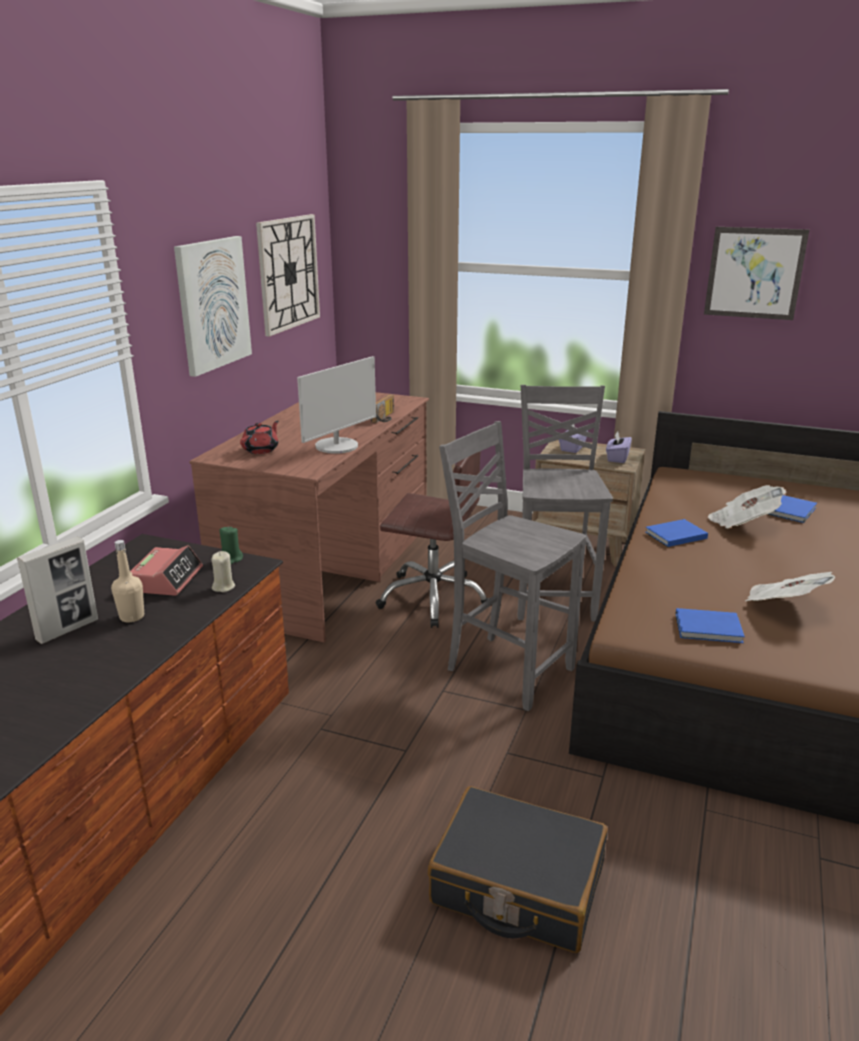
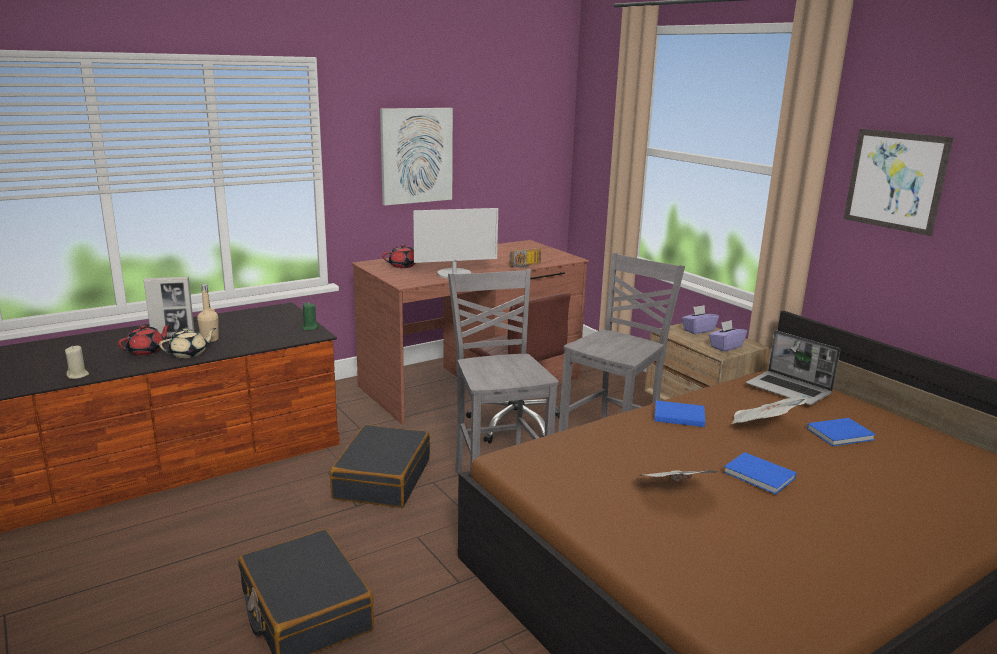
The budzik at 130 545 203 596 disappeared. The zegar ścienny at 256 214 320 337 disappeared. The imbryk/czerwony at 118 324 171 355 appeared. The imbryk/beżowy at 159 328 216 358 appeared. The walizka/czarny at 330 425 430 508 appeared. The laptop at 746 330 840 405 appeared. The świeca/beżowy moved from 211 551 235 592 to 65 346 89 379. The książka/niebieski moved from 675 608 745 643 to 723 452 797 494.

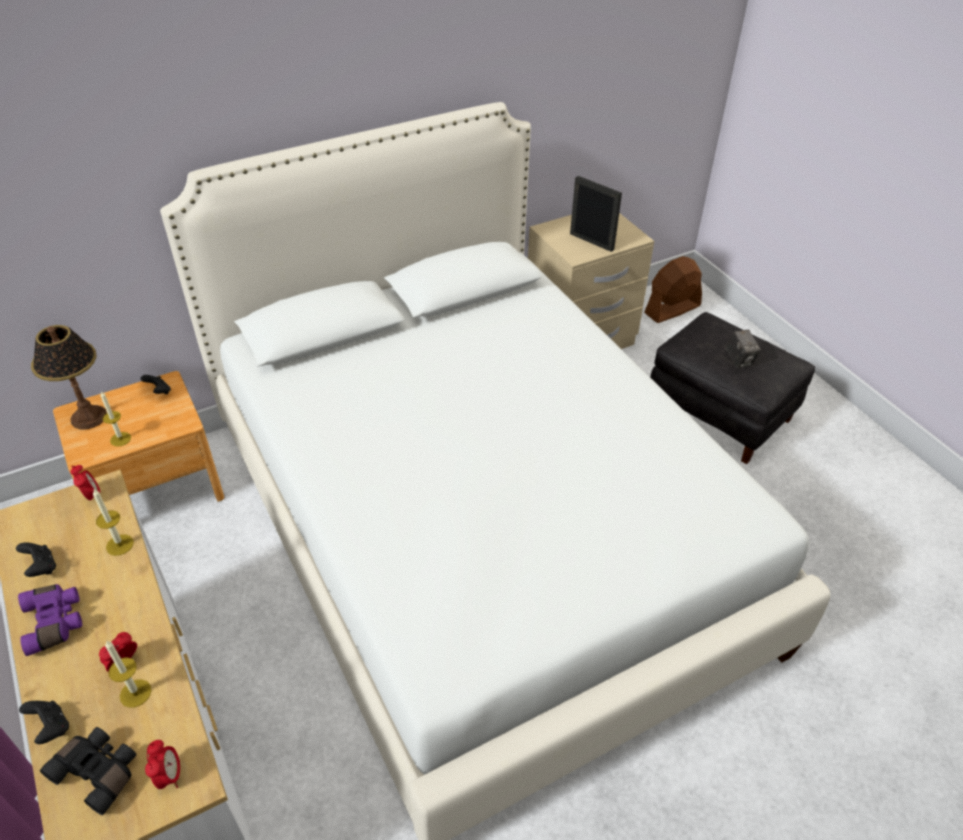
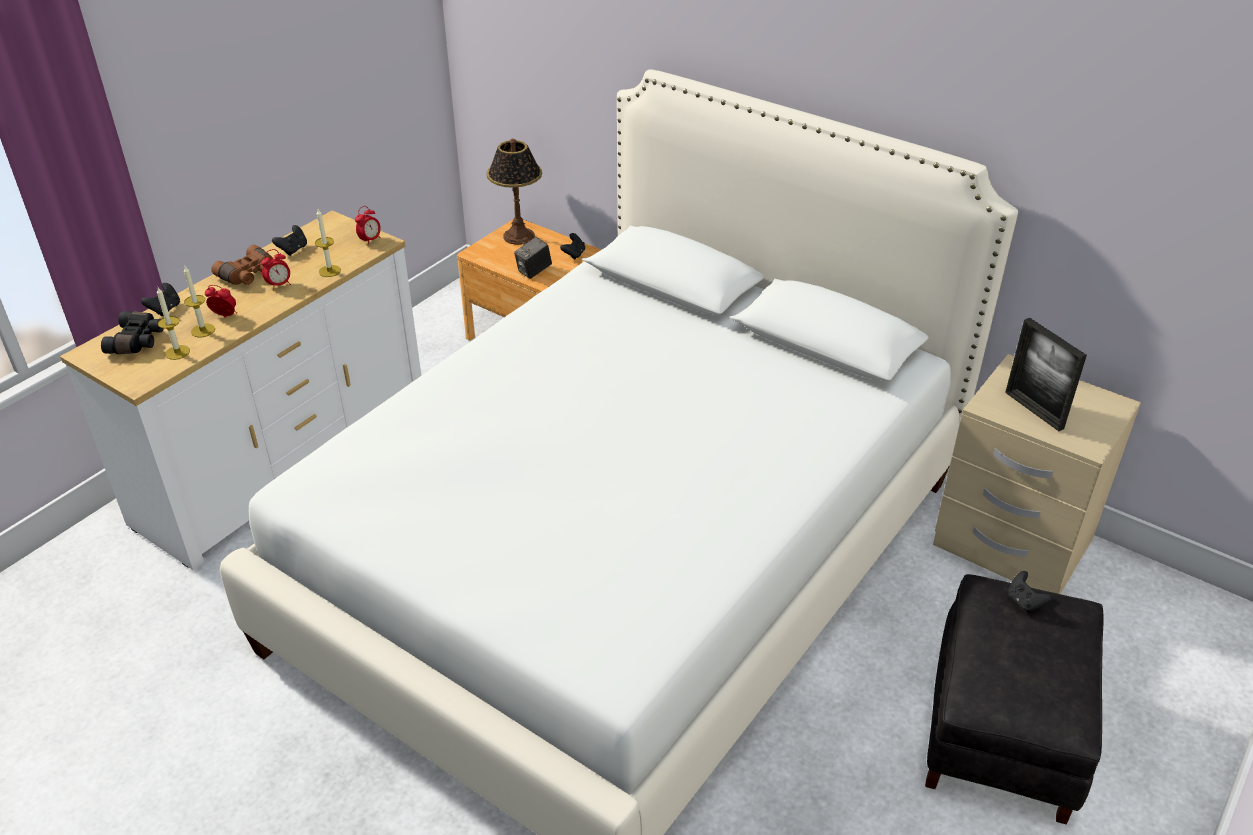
The wentylator/brązowy at 644 256 702 323 disappeared. The pad do gier/czarny at 1008 571 1052 613 appeared. The świeca moved from 100 392 131 447 to 157 287 190 360. The budzik moved from 145 740 180 789 to 261 249 291 291. The aparat fotograficzny moved from 725 330 761 368 to 514 237 552 279. The lornetka/fioletowy at 18 584 82 656 became the lornetka/brązowy at 211 245 272 285. The ramka na zdjęcie at 570 176 622 252 turned 135 degrees clockwise.

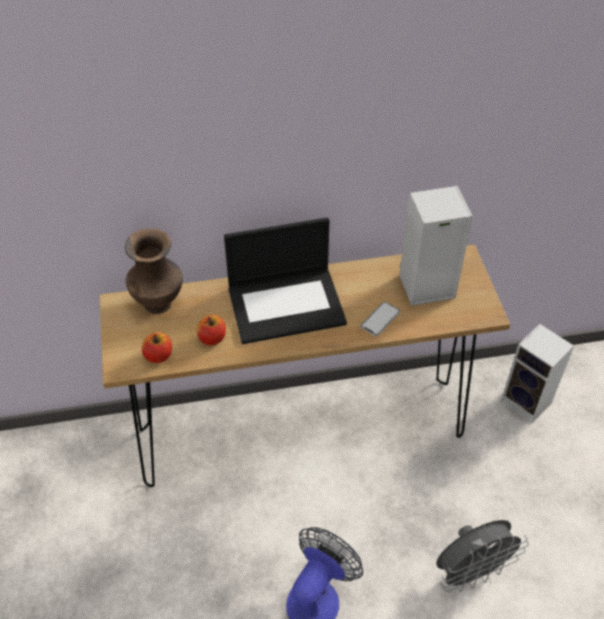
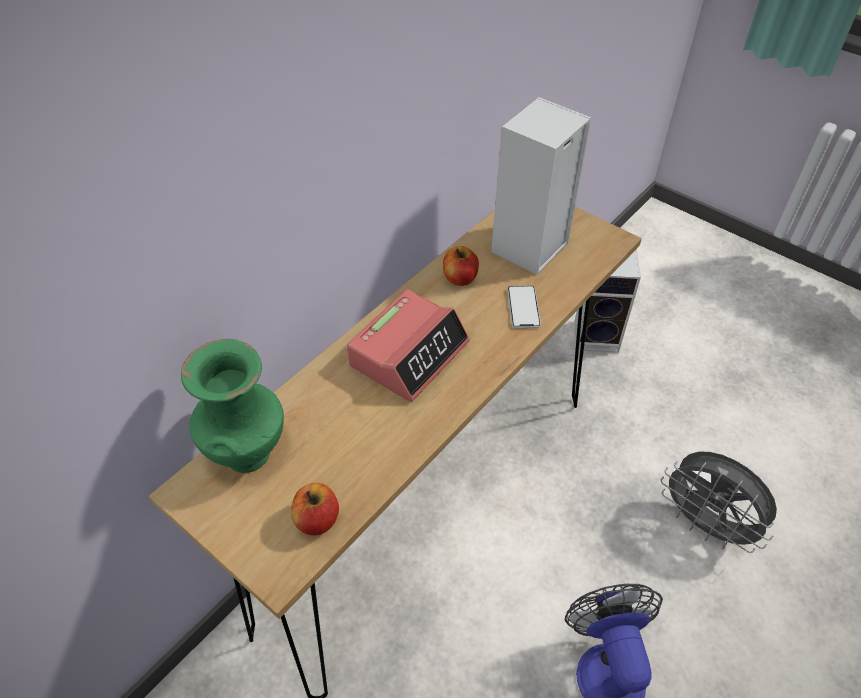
The jabłko moved from 197 315 226 346 to 443 246 479 286. The laptop at 224 217 347 344 was replaced by the budzik at 347 289 470 402. The wazon/brązowy at 125 228 183 314 became the wazon/zielony at 181 339 284 473. The wentylator/szary at 436 520 529 592 turned 105 degrees clockwise.

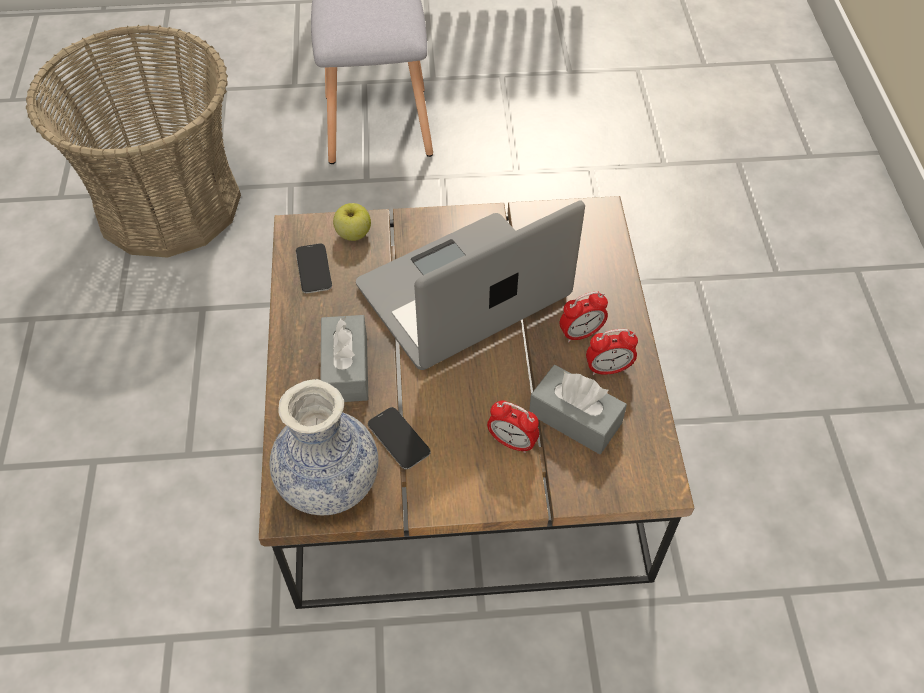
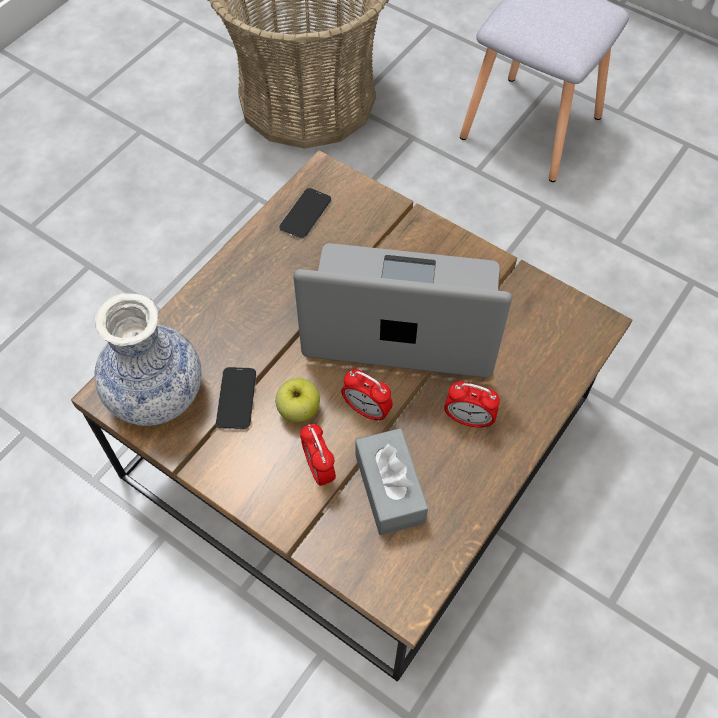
The pudełko chusteczek/szary at 321 315 368 402 disappeared. The jabłko moved from 333 203 371 241 to 275 378 320 422. The budzik moved from 586 329 638 375 to 341 369 393 422.

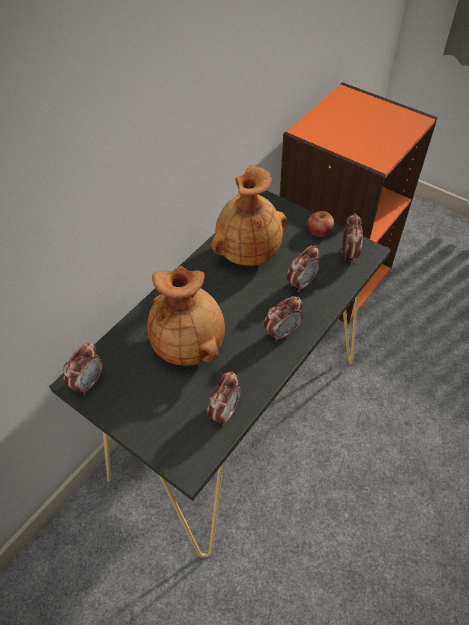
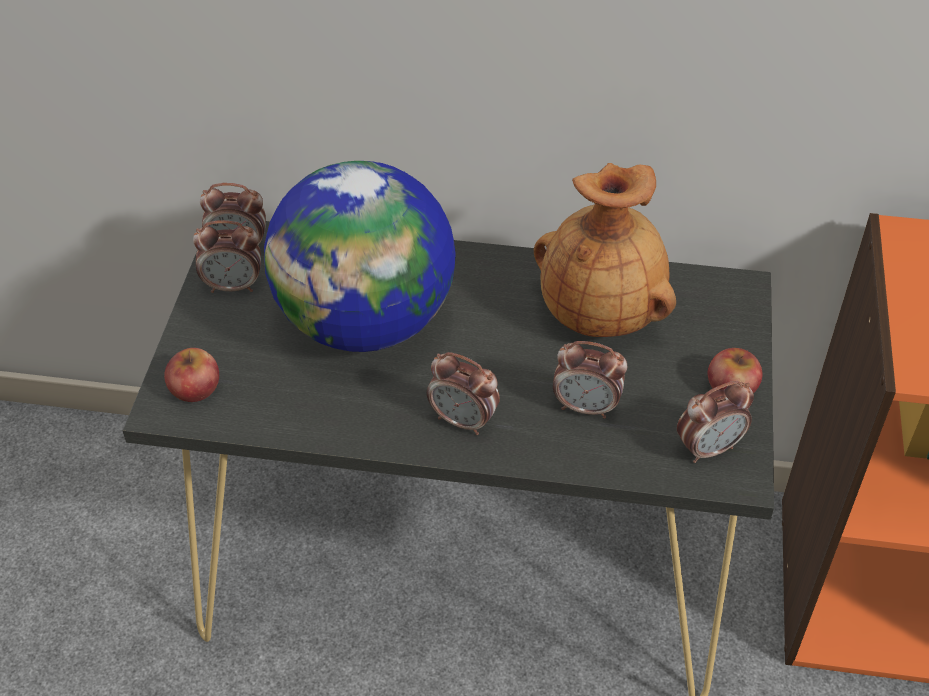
The jabłko at 164 348 219 402 appeared. The budzik moved from 207 371 241 425 to 193 220 261 293. The wazon/brązowy at 147 266 225 366 was replaced by the globus at 264 161 456 352.

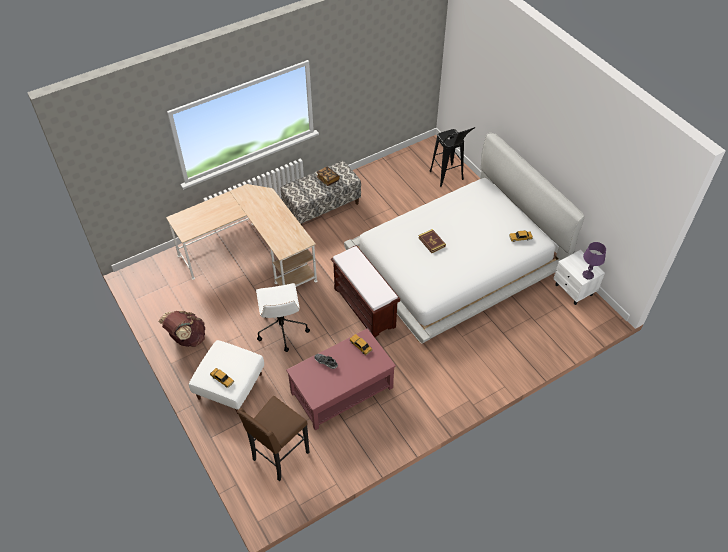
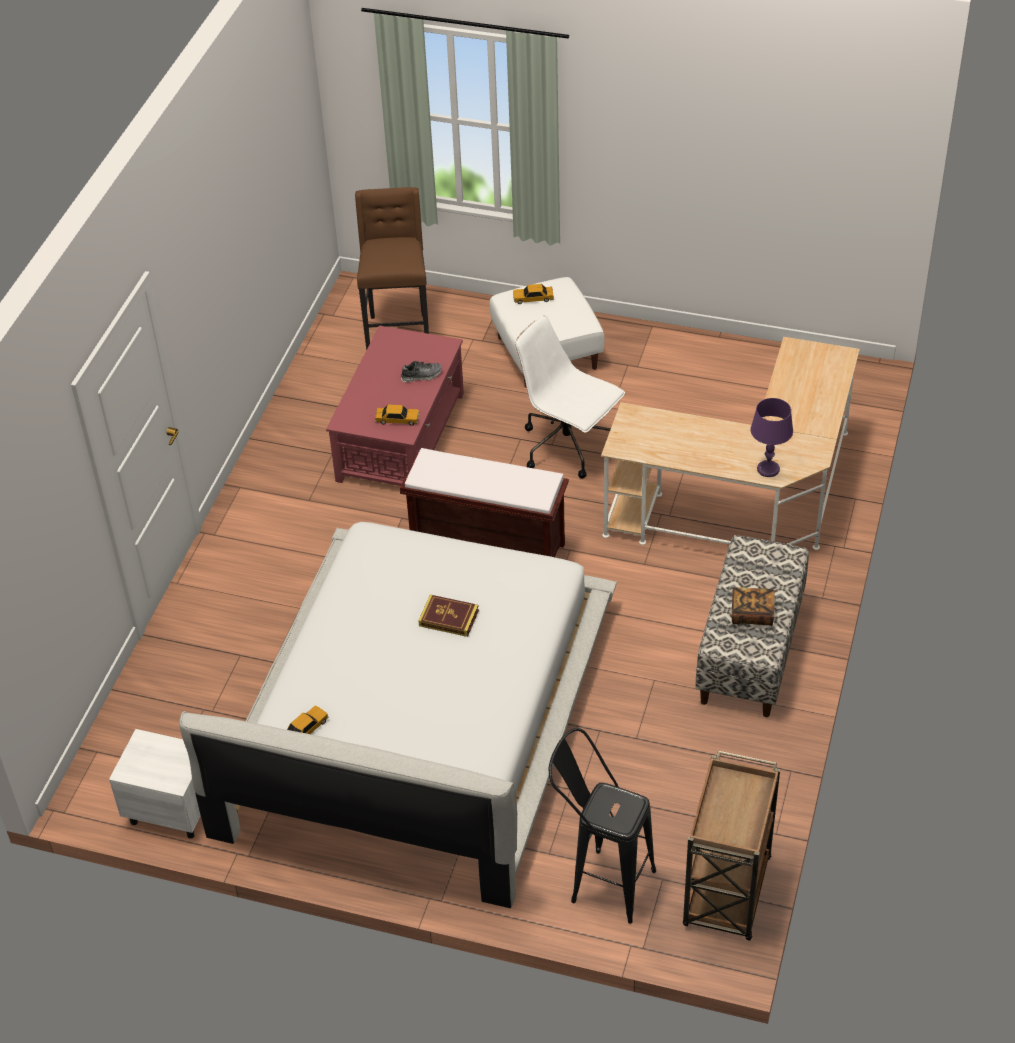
The plecak/brązowy at 158 311 205 347 disappeared. The wózek/brązowy at 683 750 780 941 appeared. The lampa stołowa/fioletowy moved from 583 242 606 279 to 750 398 793 477.

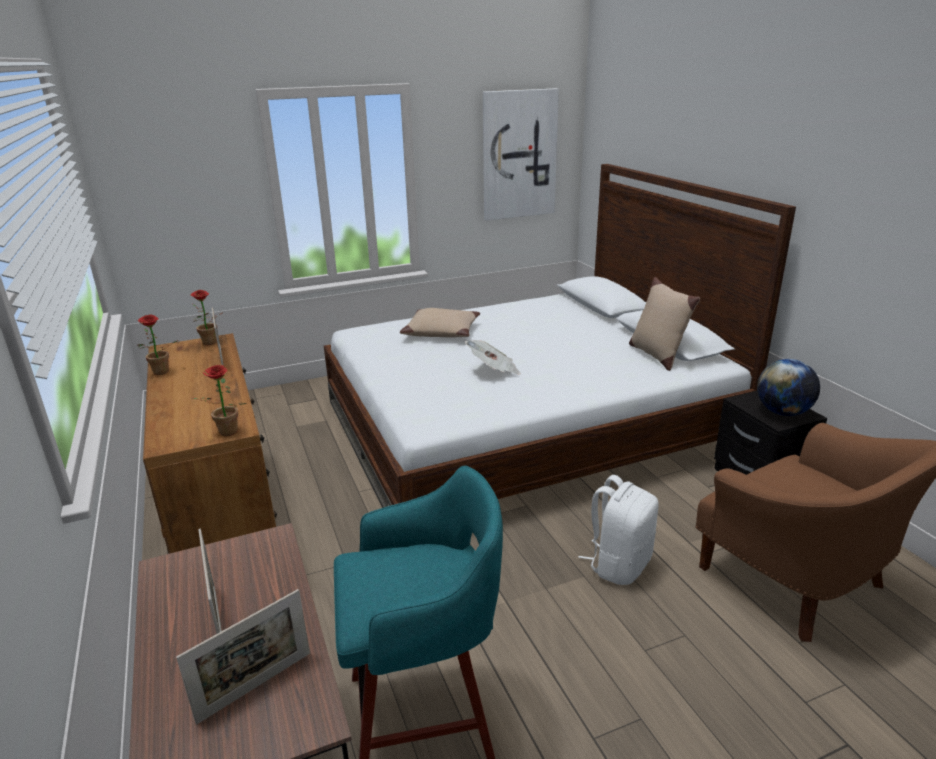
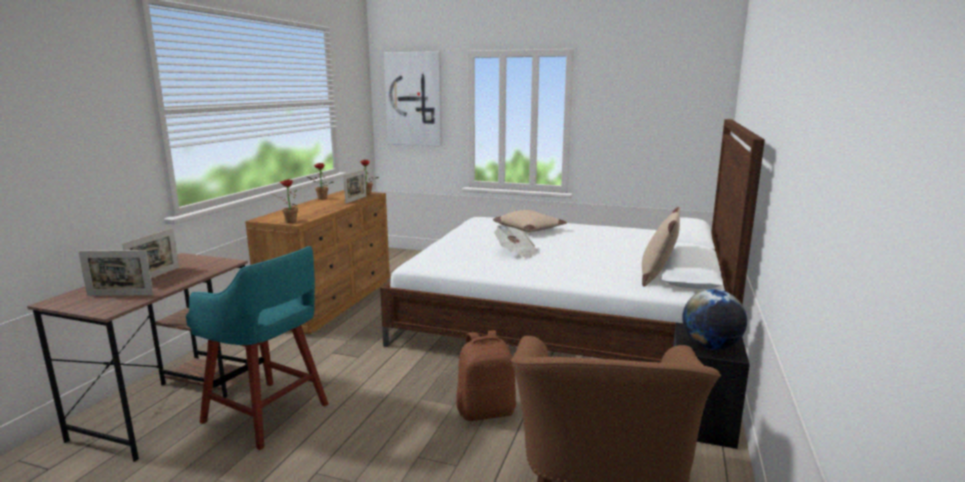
The obraz moved from 483 88 559 221 to 384 51 442 146. The plecak/biały at 578 475 659 585 became the plecak/brązowy at 457 330 516 421.

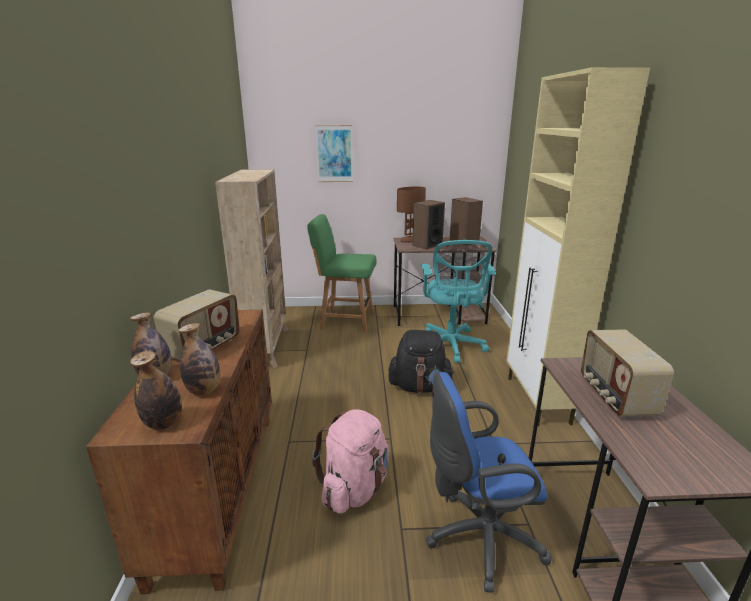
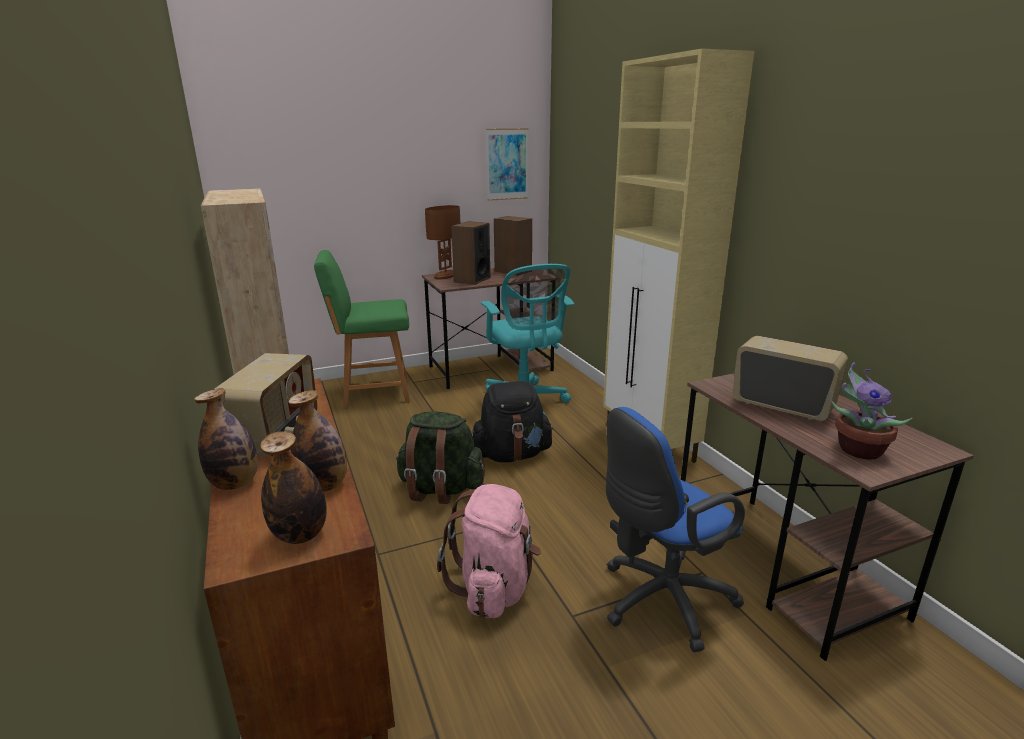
The plecak/zielony at 396 411 485 504 appeared. The roślina doniczkowa at 831 362 913 460 appeared. The obraz moved from 315 125 353 182 to 486 128 528 201. The radio at 581 329 674 417 turned 150 degrees clockwise.

